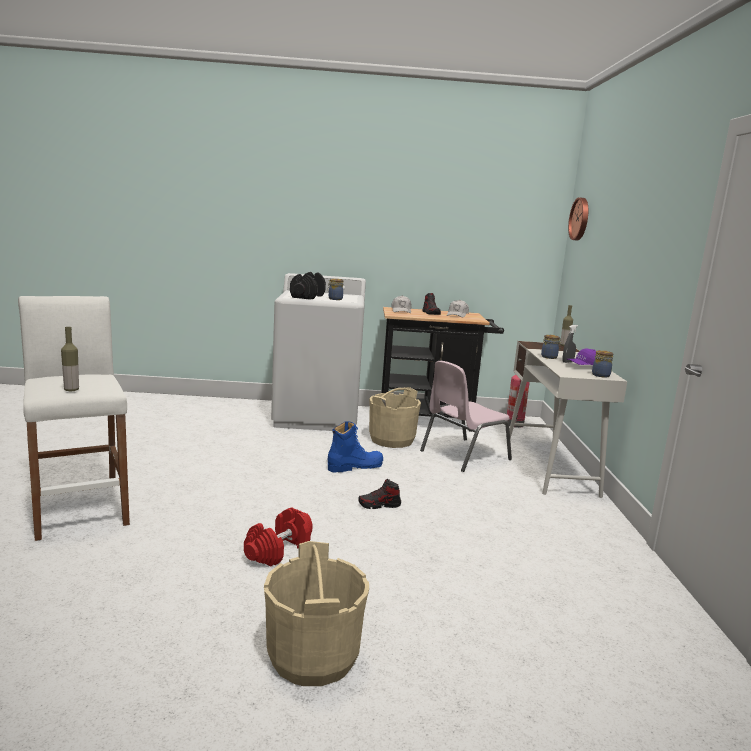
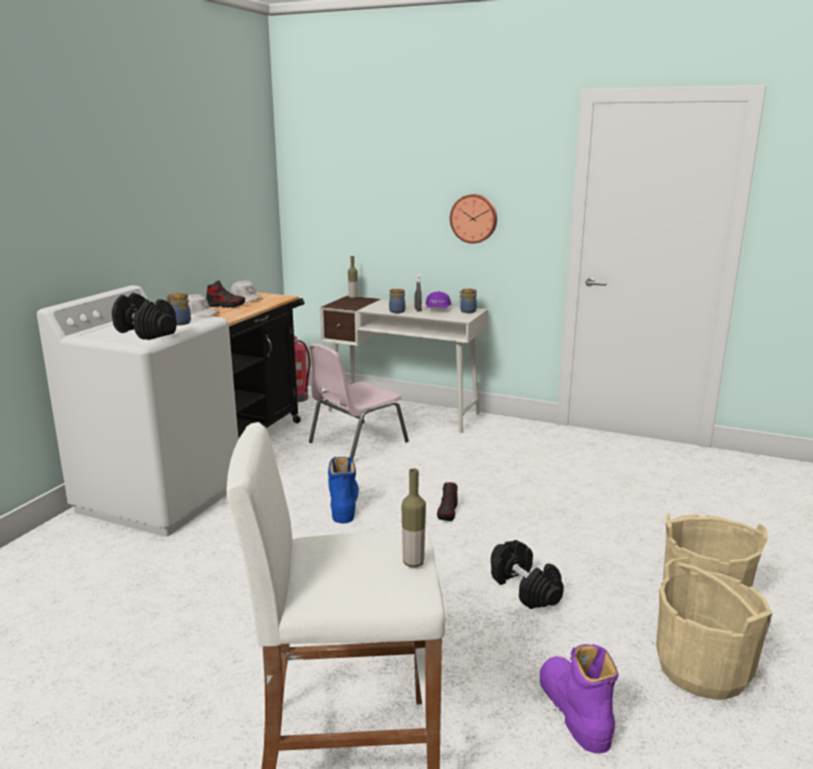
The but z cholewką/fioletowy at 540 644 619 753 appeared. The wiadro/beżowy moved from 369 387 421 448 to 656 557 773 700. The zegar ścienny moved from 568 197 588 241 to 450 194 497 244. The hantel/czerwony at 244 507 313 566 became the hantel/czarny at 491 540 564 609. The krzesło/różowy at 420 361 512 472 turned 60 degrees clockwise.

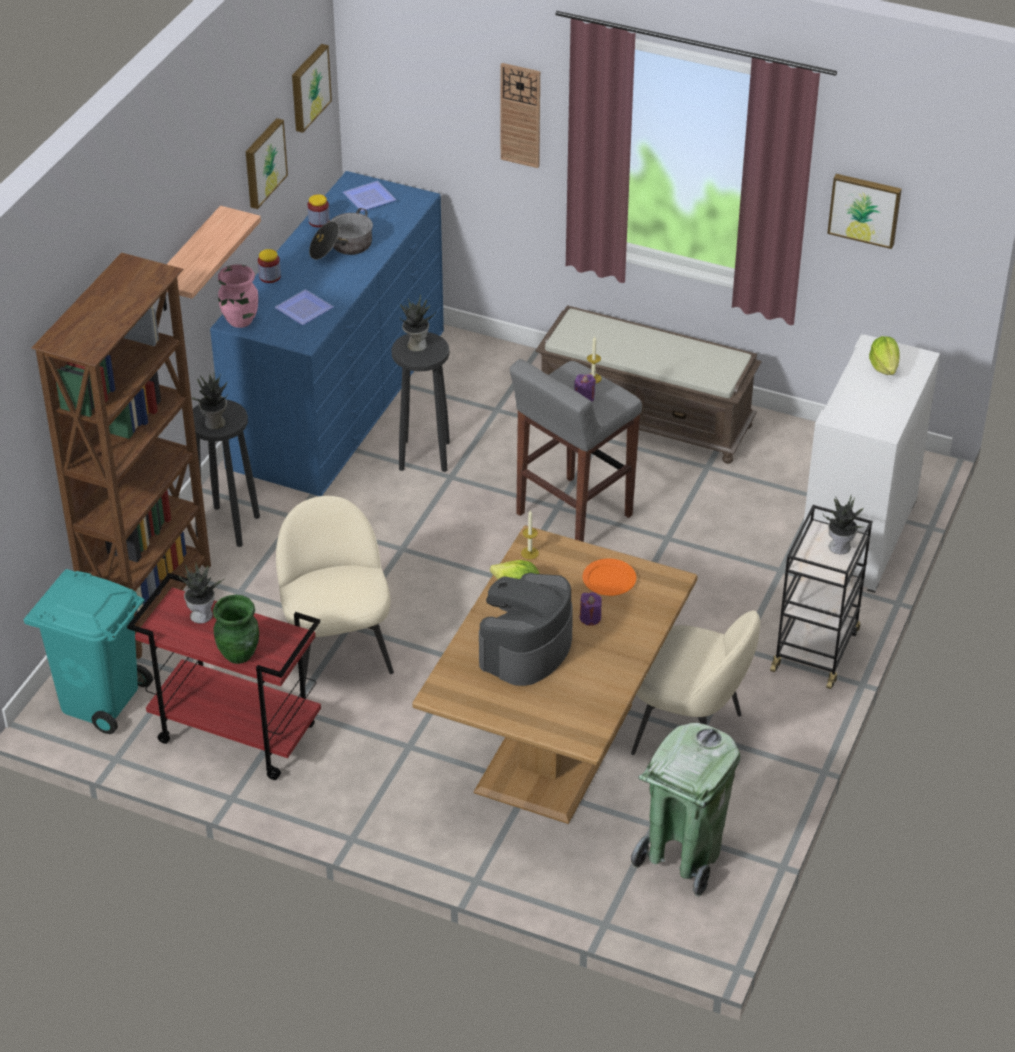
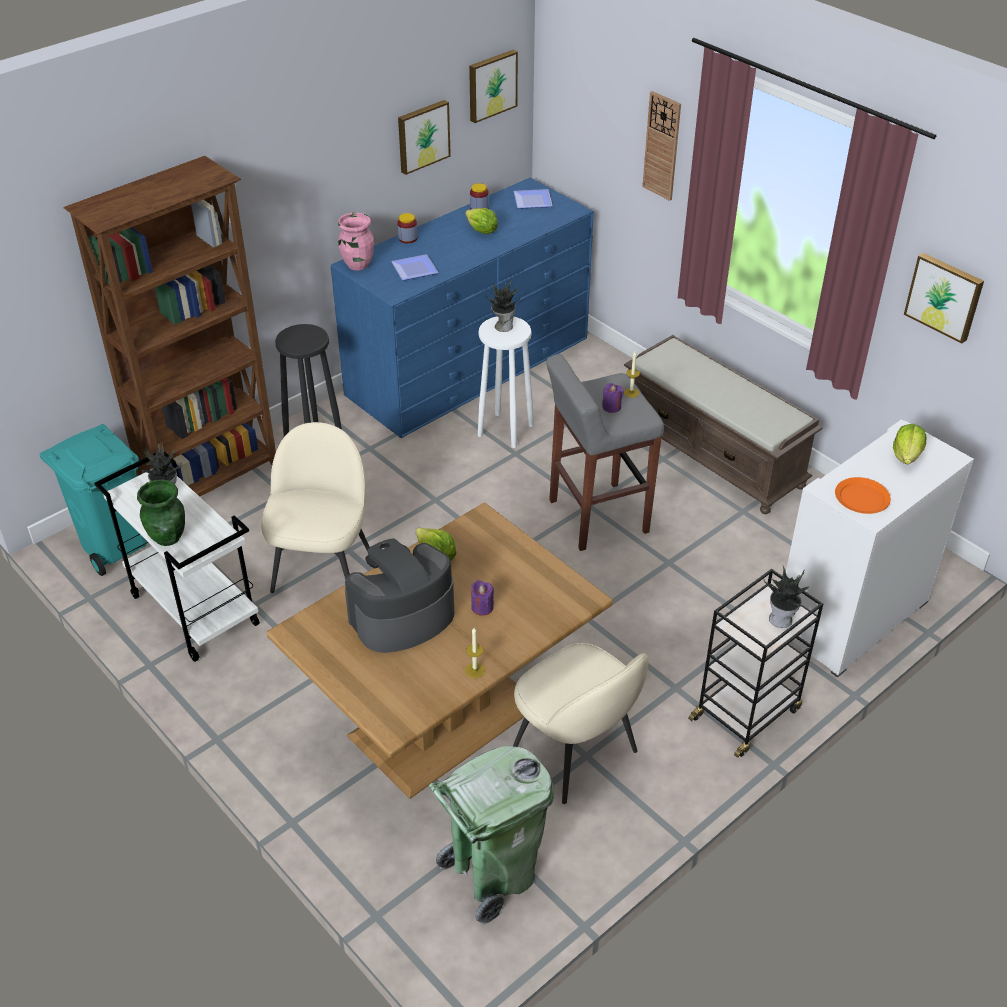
The półka at 163 206 261 311 disappeared. The roślina doniczkowa at 191 372 228 430 disappeared. The świeca moved from 521 510 539 559 to 465 628 485 678. The talerz/pomarańczowy moved from 583 559 636 596 to 835 477 891 514. The garnek at 309 208 373 260 was replaced by the sałata at 465 208 498 234. The wózek/czerwony at 127 573 321 780 became the wózek/biały at 94 450 260 662. The stołek/czarny at 392 332 450 472 became the stołek/biały at 478 316 534 448.

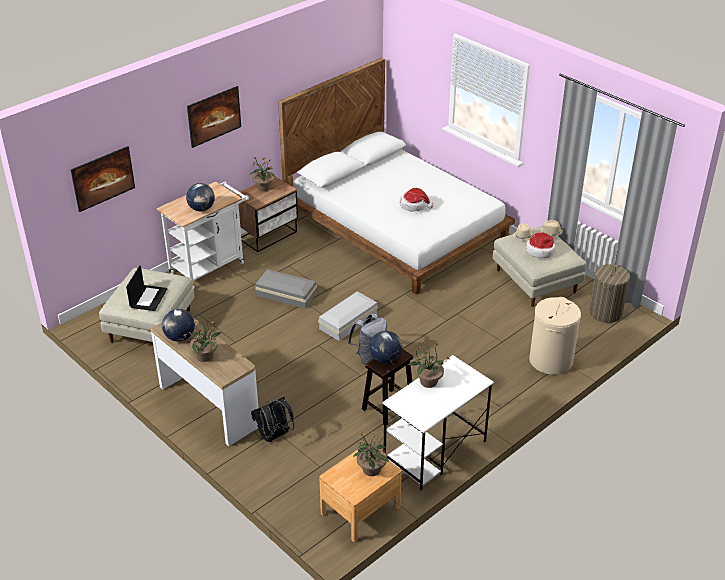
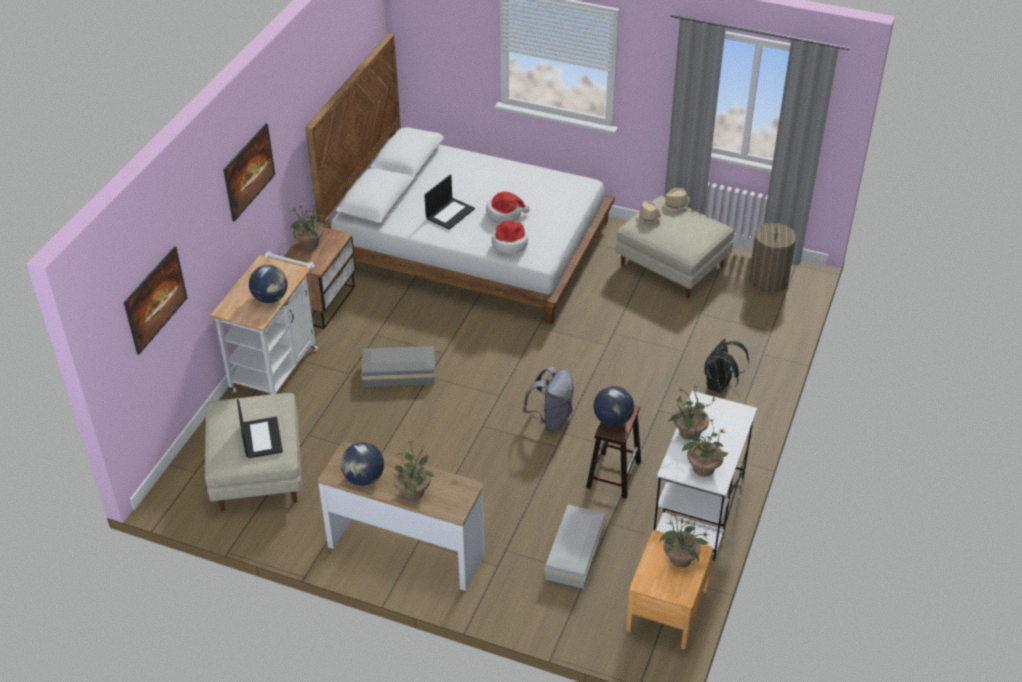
The kosz na pranie/beżowy at 529 297 581 375 disappeared. The laptop at 424 175 475 230 appeared. The roślina doniczkowa at 682 418 728 477 appeared. The plecak/czarny moved from 251 397 294 442 to 705 339 749 393. The pojemnik do przechowywania/biały moved from 318 291 378 341 to 545 505 606 589. The kapelusz moved from 526 233 555 258 to 492 221 528 254.

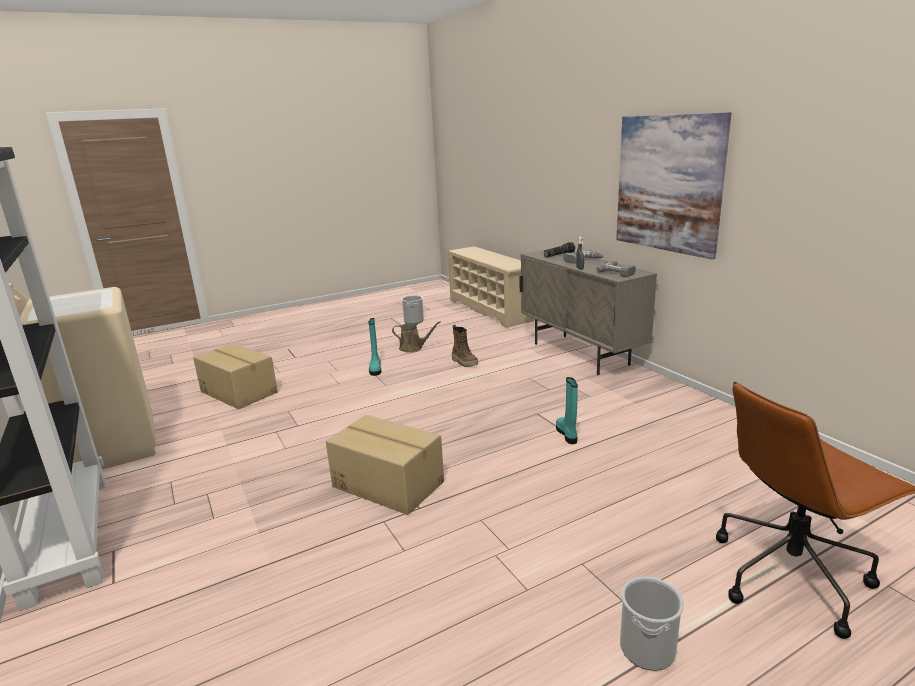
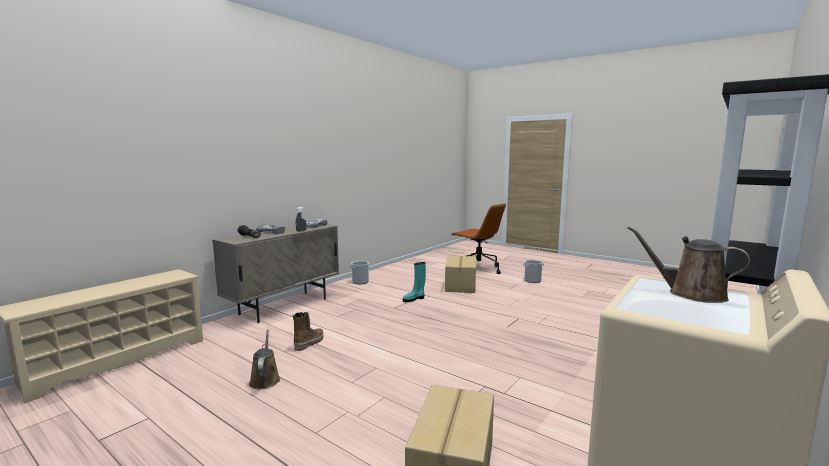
The but z cholewką/turkusowy at 368 318 381 376 disappeared. The obraz at 616 112 732 260 disappeared. The konewka/brązowy at 627 226 750 303 appeared. The karton moved from 326 415 444 515 to 445 256 476 293. The wiadro moved from 401 295 424 324 to 350 261 370 284.

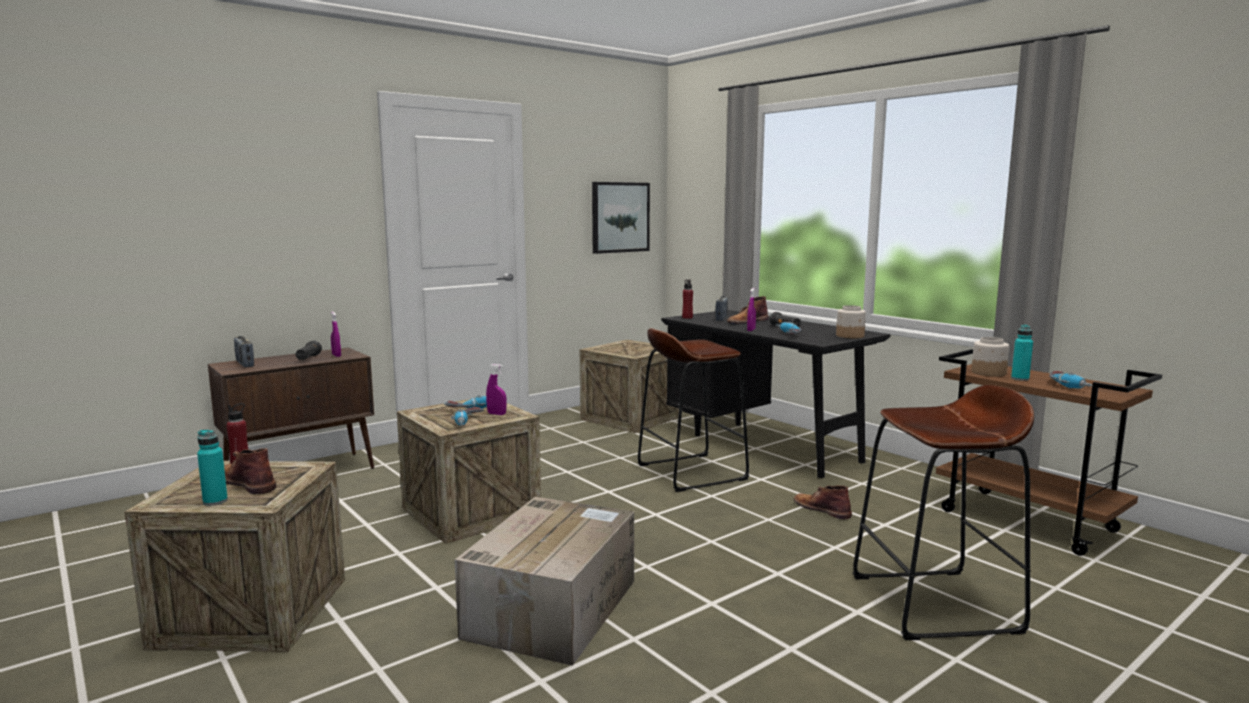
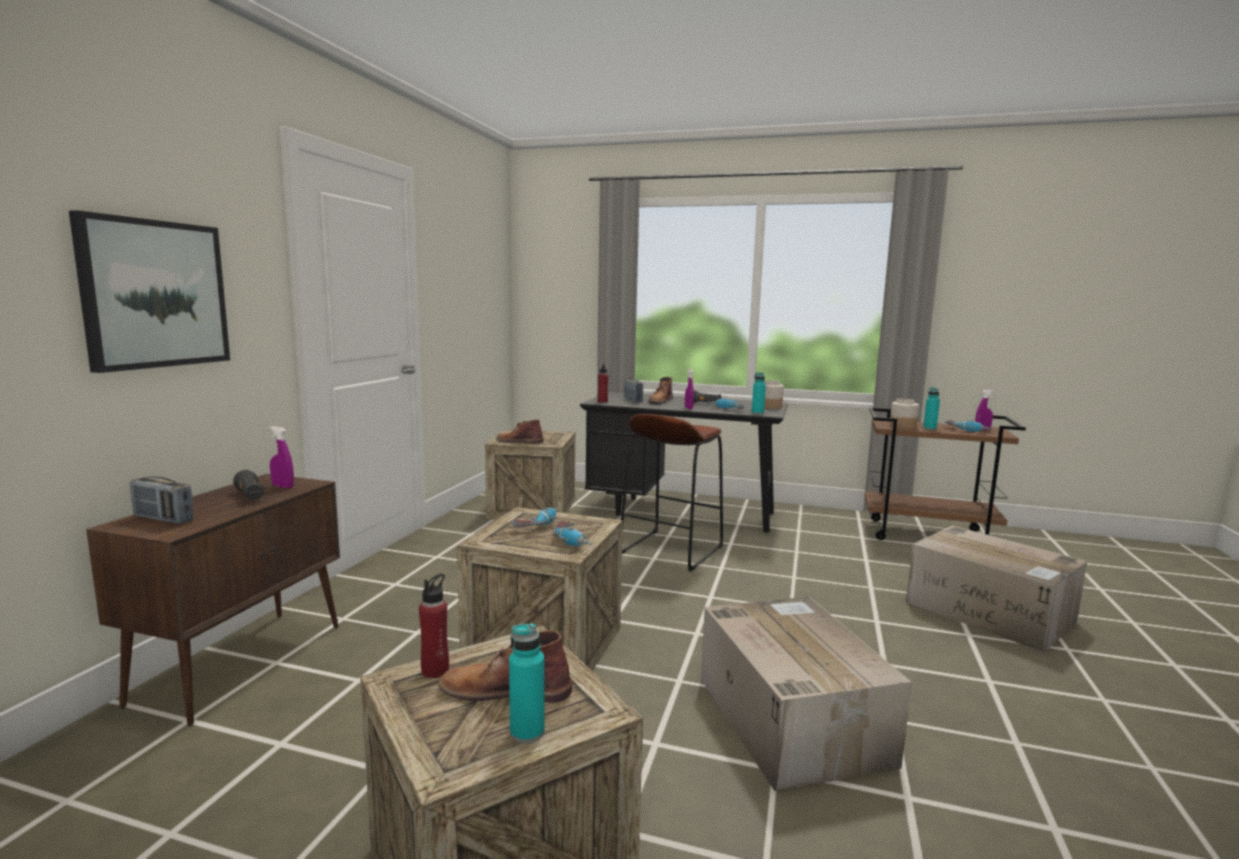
The butelka/turkusowy at 752 372 766 414 appeared. The spryskiwacz/fioletowy moved from 486 364 507 415 to 975 390 994 430. The obraz moved from 592 182 650 254 to 69 210 230 373. The but z cholewką/brązowy moved from 794 485 852 519 to 497 420 544 443. The stołek/brązowy at 852 385 1034 640 was replaced by the karton at 906 526 1087 652.

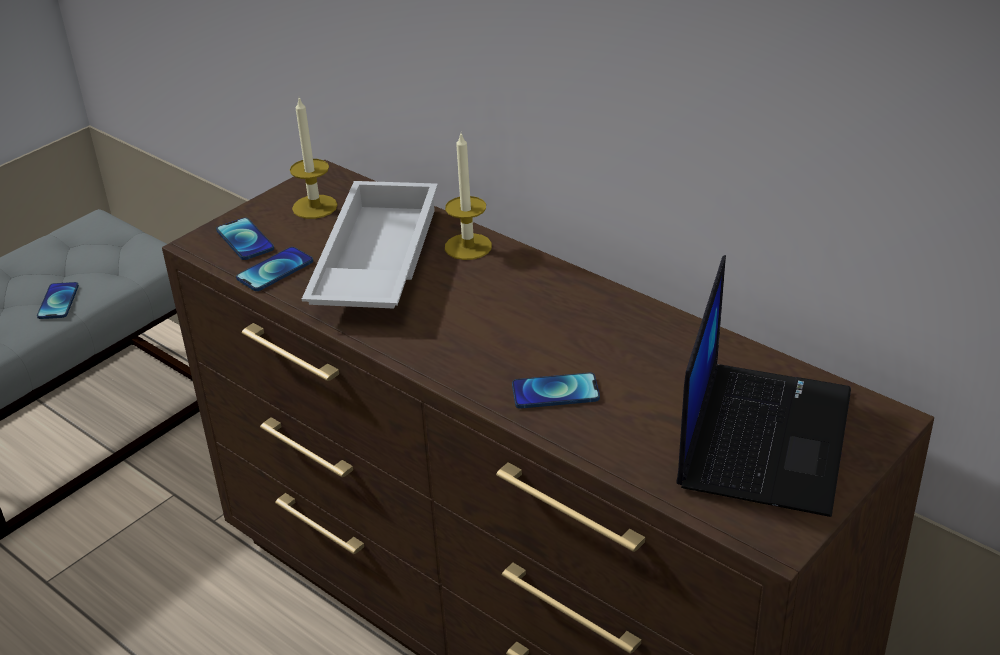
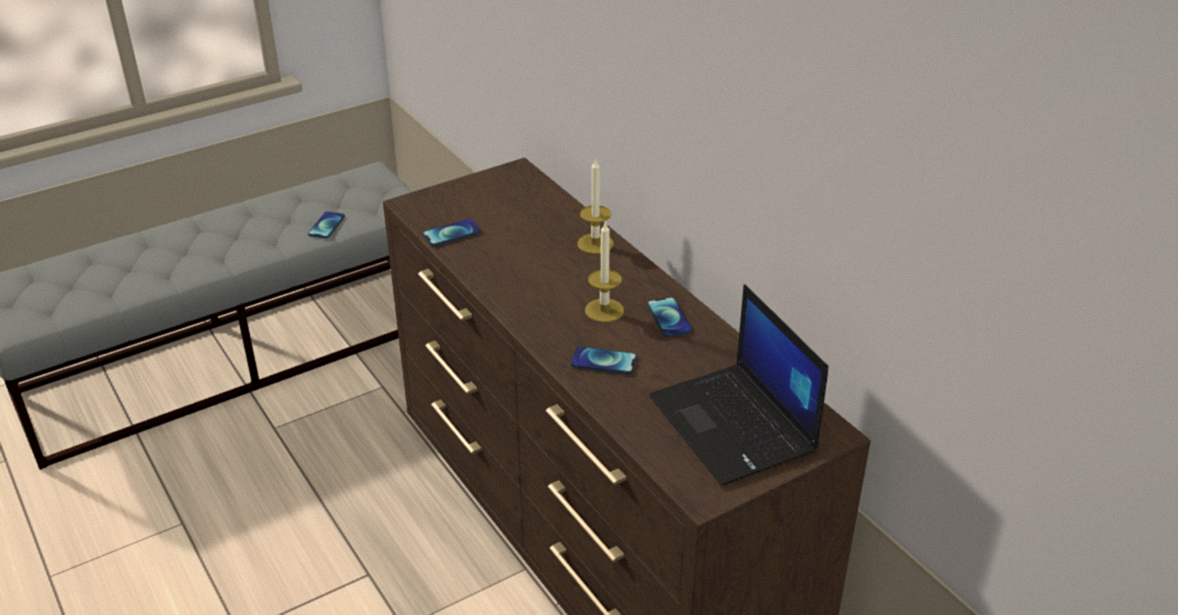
The taca/biały at 302 181 438 309 disappeared. The telefon moved from 216 218 274 260 to 647 297 692 337. The świeca moved from 290 98 338 219 to 585 221 624 322. The laptop at 676 255 851 517 turned 120 degrees clockwise.

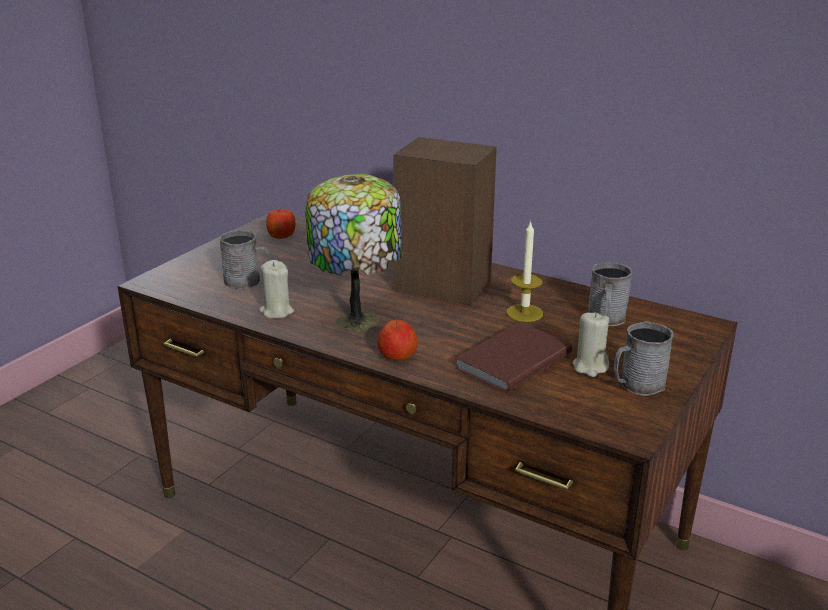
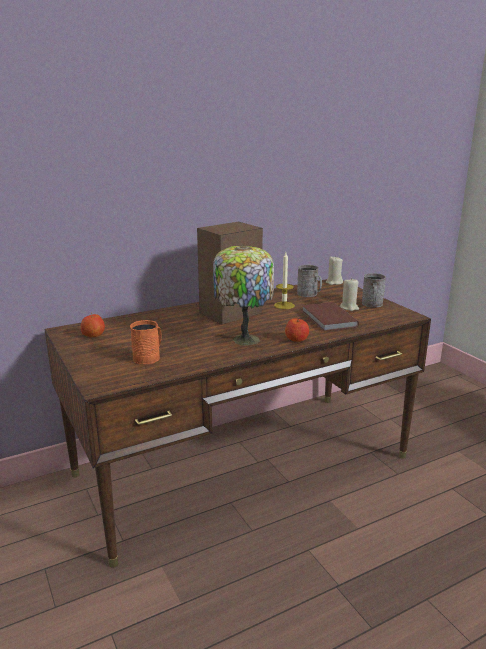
The świeca/beżowy moved from 259 260 294 319 to 326 257 343 285. The kubek/szary at 219 230 270 289 became the kubek/pomarańczowy at 130 320 162 364.

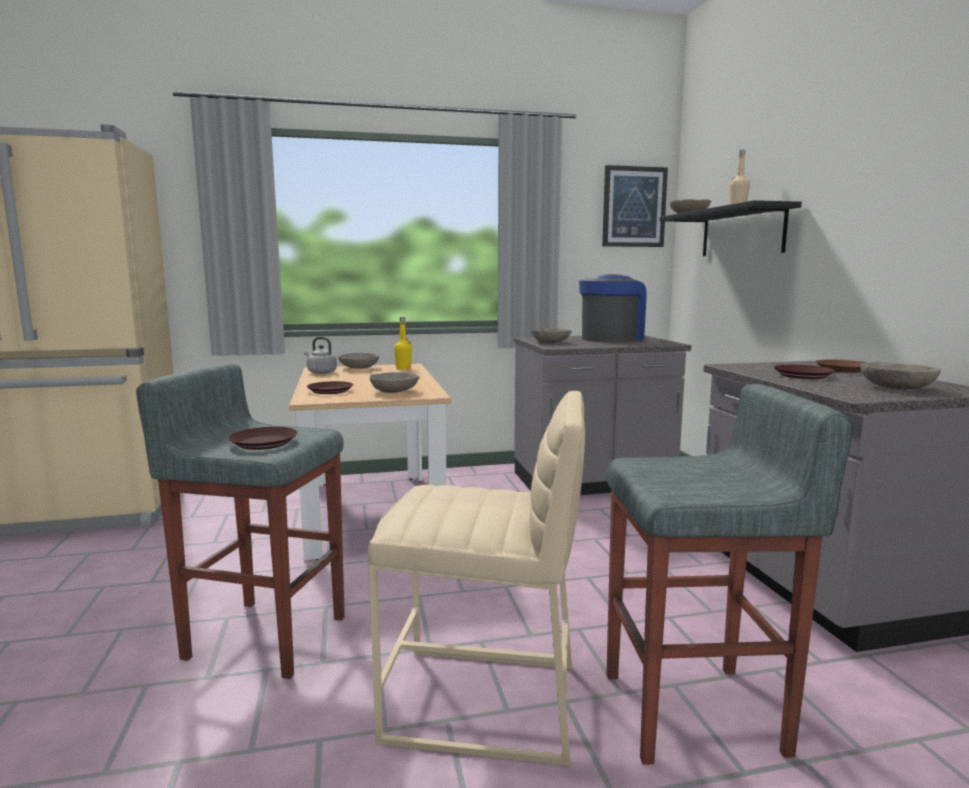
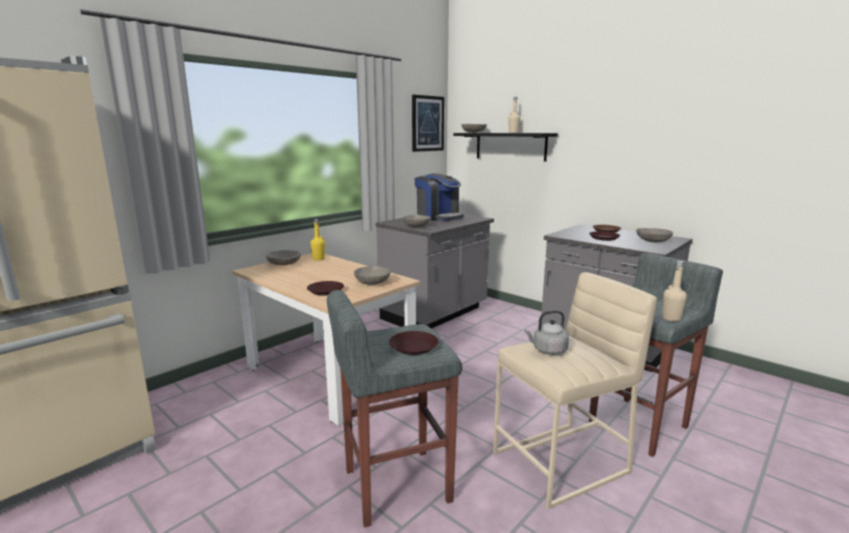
The butelka/beżowy at 662 260 687 322 appeared. The czajnik/szary moved from 305 337 337 374 to 524 310 569 355. The ekspres do kawy at 579 274 647 342 turned 135 degrees clockwise.

